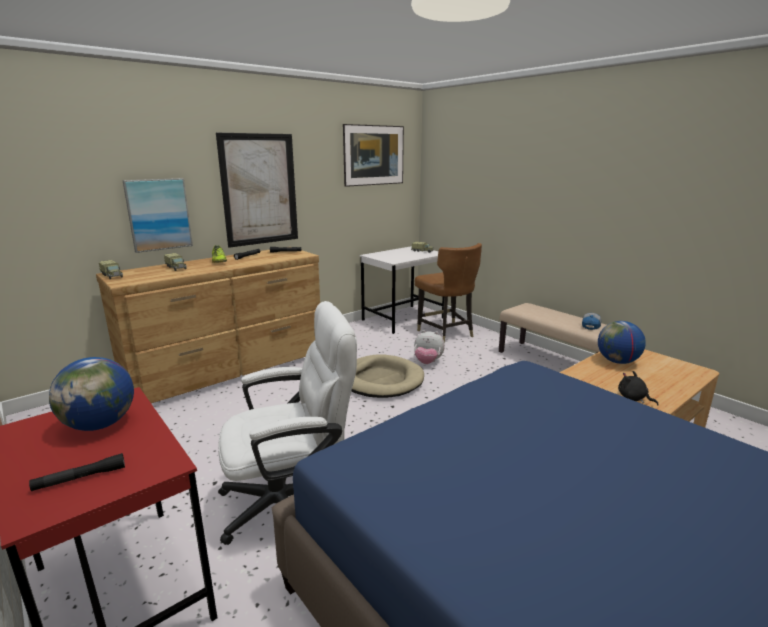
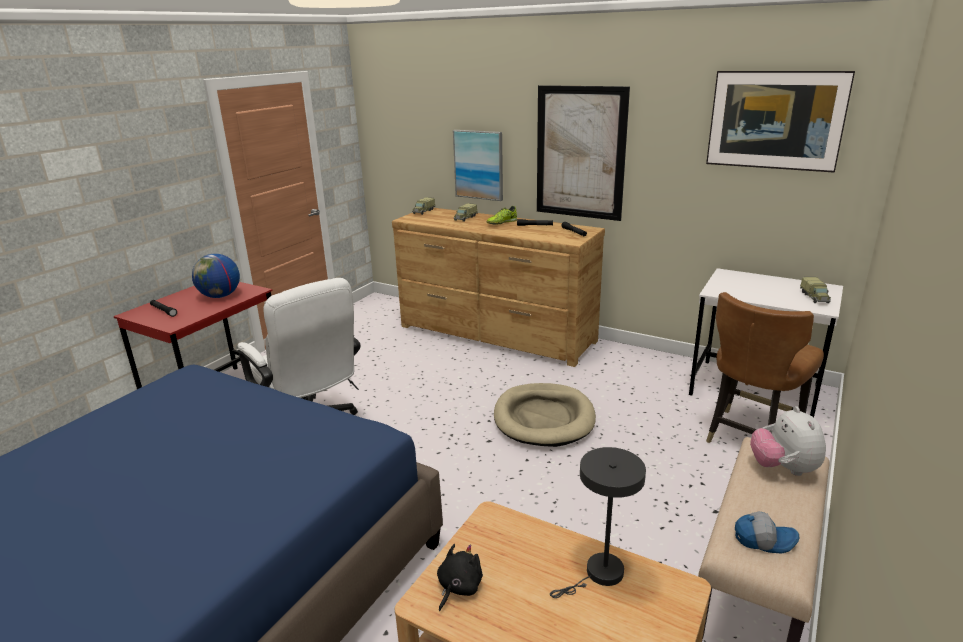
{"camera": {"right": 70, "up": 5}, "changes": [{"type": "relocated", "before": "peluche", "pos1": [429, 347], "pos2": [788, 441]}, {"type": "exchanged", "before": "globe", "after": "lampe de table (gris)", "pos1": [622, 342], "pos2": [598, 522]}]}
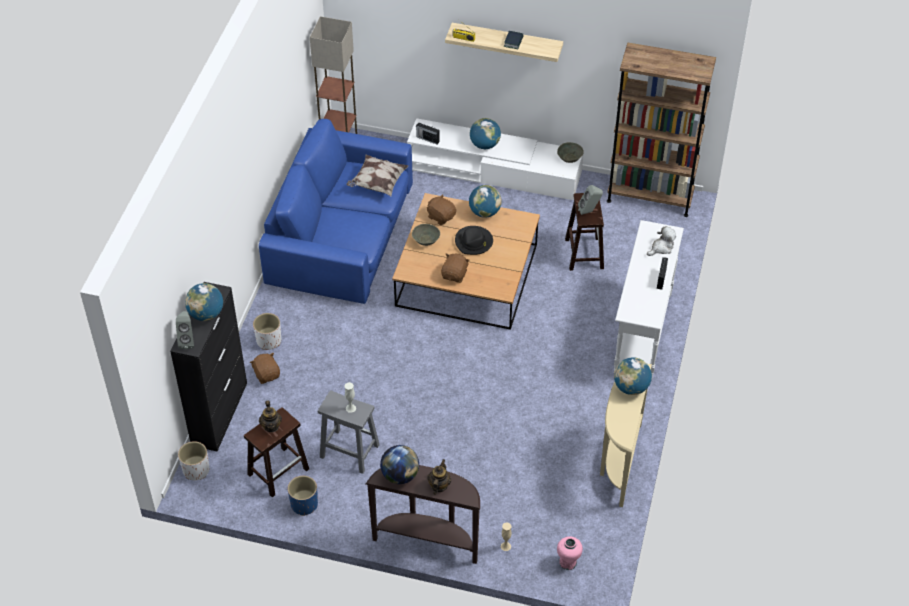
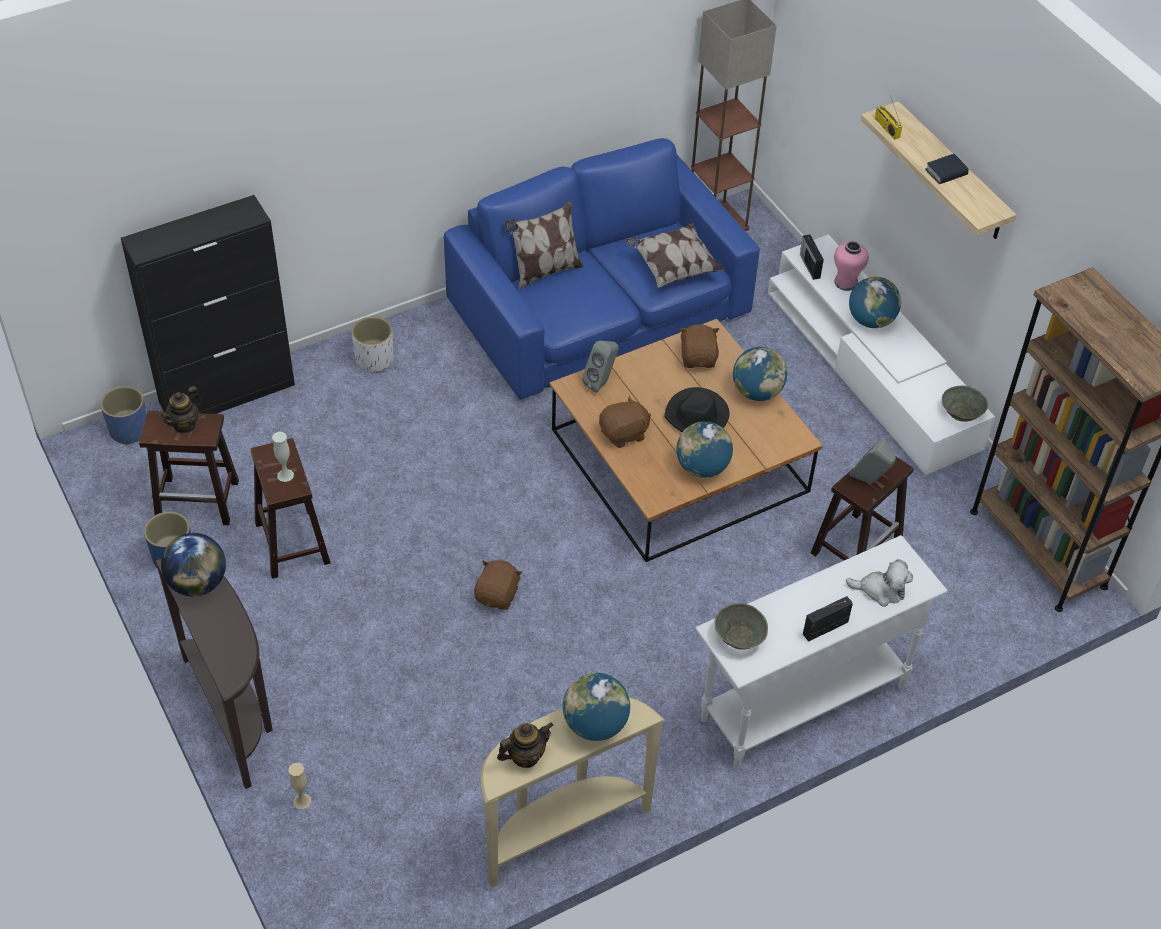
{"camera": {"right": 45, "up": 0}, "changes": [{"type": "appeared", "after": "coussin", "pos2": [544, 245]}, {"type": "relocated", "before": "enceinte (gris)", "pos1": [185, 330], "pos2": [600, 366]}, {"type": "relocated", "before": "globe", "pos1": [204, 302], "pos2": [704, 449]}, {"type": "relocated", "before": "peluche (marron)", "pos1": [265, 368], "pos2": [498, 585]}, {"type": "relocated", "before": "bol (gris)", "pos1": [426, 235], "pos2": [741, 626]}, {"type": "relocated", "before": "théière", "pos1": [439, 477], "pos2": [525, 745]}, {"type": "relocated", "before": "vase (rose)", "pos1": [570, 553], "pos2": [851, 266]}, {"type": "colour", "before": "cache-pot (blanc)", "after": "cache-pot (bleu)", "pos1": [193, 460], "pos2": [123, 415]}, {"type": "colour", "before": "tabouret (gris)", "after": "tabouret (marron)", "pos1": [349, 432], "pos2": [291, 508]}]}
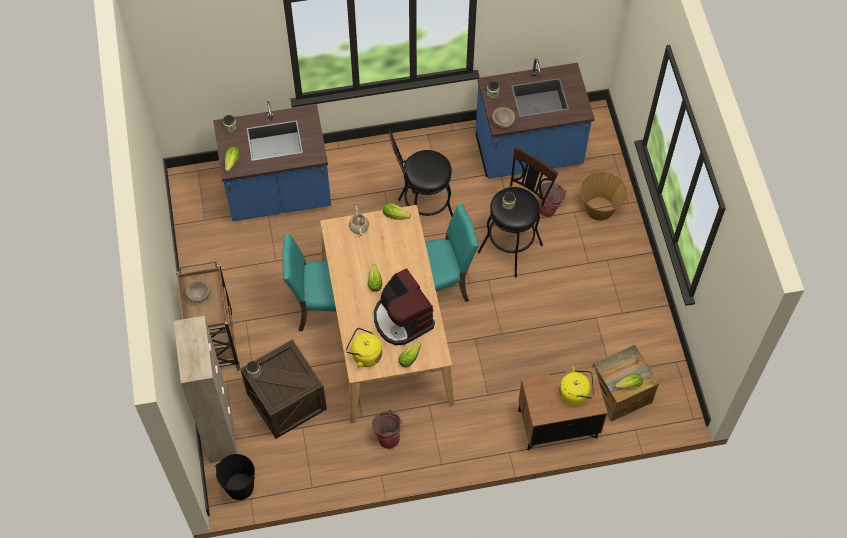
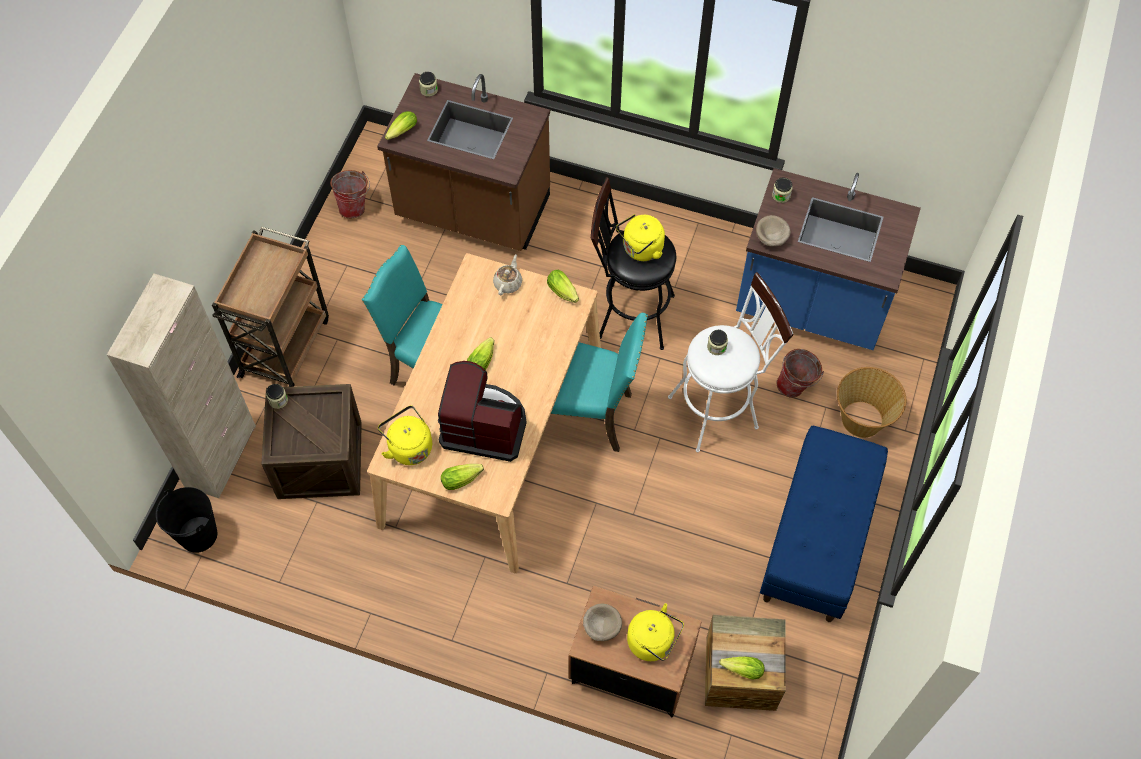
{"camera": {"right": 30, "up": 0}, "changes": [{"type": "appeared", "after": "bouilloire (jaune)", "pos2": [640, 237]}, {"type": "appeared", "after": "banc (bleu)", "pos2": [824, 524]}, {"type": "relocated", "before": "bol (beige)", "pos1": [198, 291], "pos2": [602, 622]}, {"type": "relocated", "before": "seau", "pos1": [388, 429], "pos2": [350, 194]}, {"type": "colour", "before": "comptoir de cuisine (bleu)", "after": "comptoir de cuisine (marron)", "pos1": [272, 161], "pos2": [463, 162]}, {"type": "colour", "before": "tabouret (noir)", "after": "tabouret (blanc)", "pos1": [518, 212], "pos2": [731, 362]}, {"type": "spun", "before": "machine à café", "pos1": [404, 306], "pos2": [482, 411], "turn": 105}]}
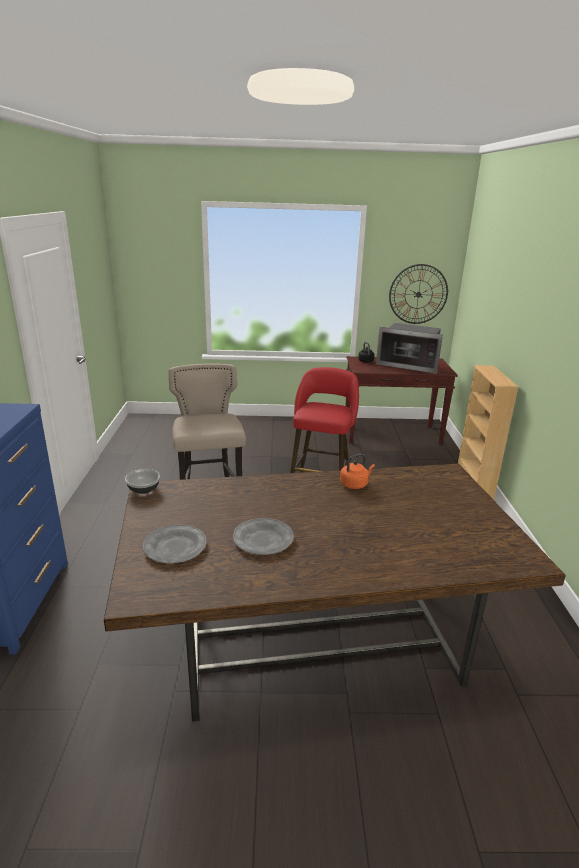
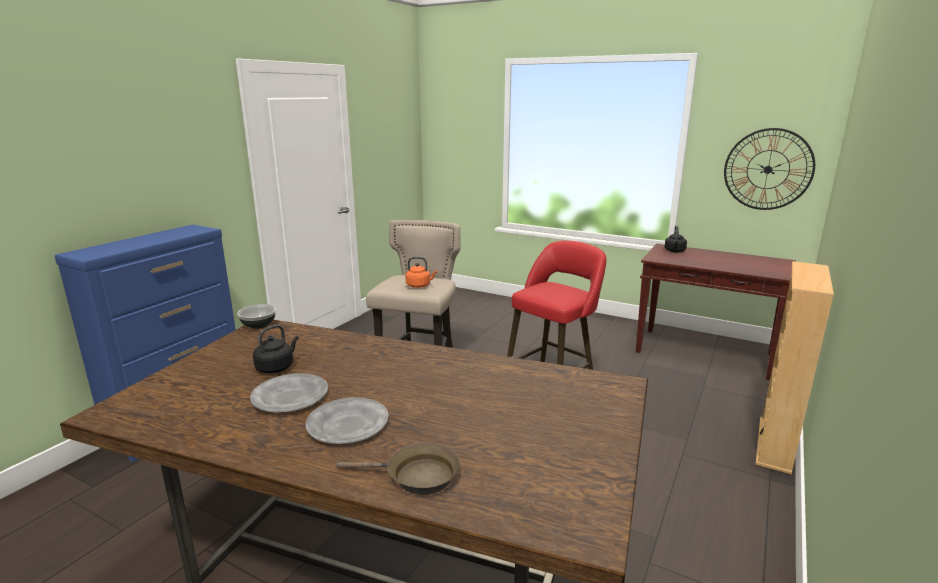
{"camera": {"right": 30, "up": -5}, "changes": [{"type": "missing", "before": "micro-ondes", "pos1": [409, 348]}, {"type": "appeared", "after": "bouilloire (noir)", "pos2": [276, 349]}, {"type": "appeared", "after": "poêle (marron)", "pos2": [398, 468]}, {"type": "relocated", "before": "assiette (gris)", "pos1": [175, 544], "pos2": [347, 420]}, {"type": "relocated", "before": "bouilloire (orange)", "pos1": [357, 471], "pos2": [421, 272]}]}
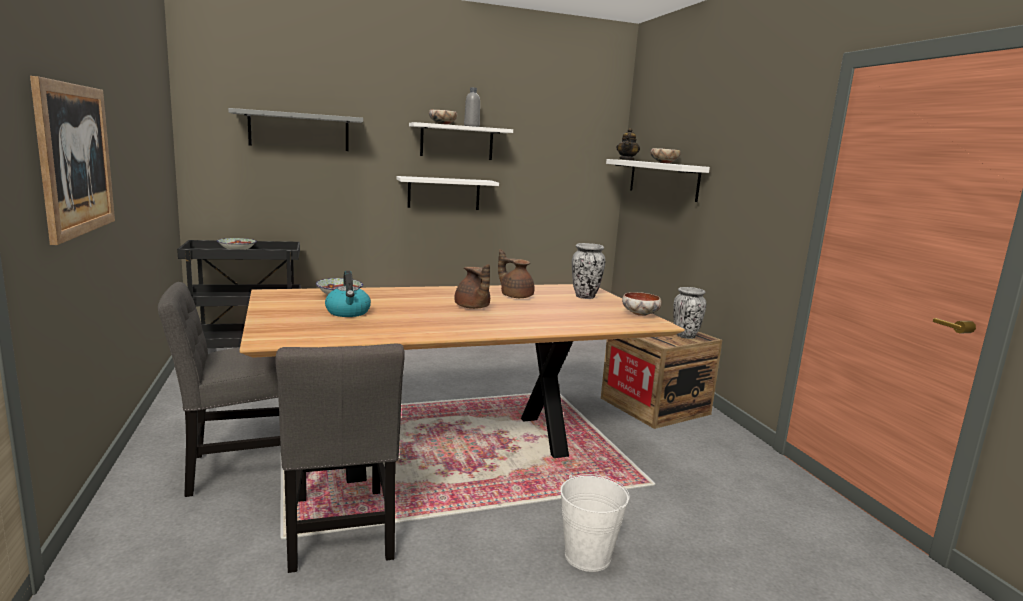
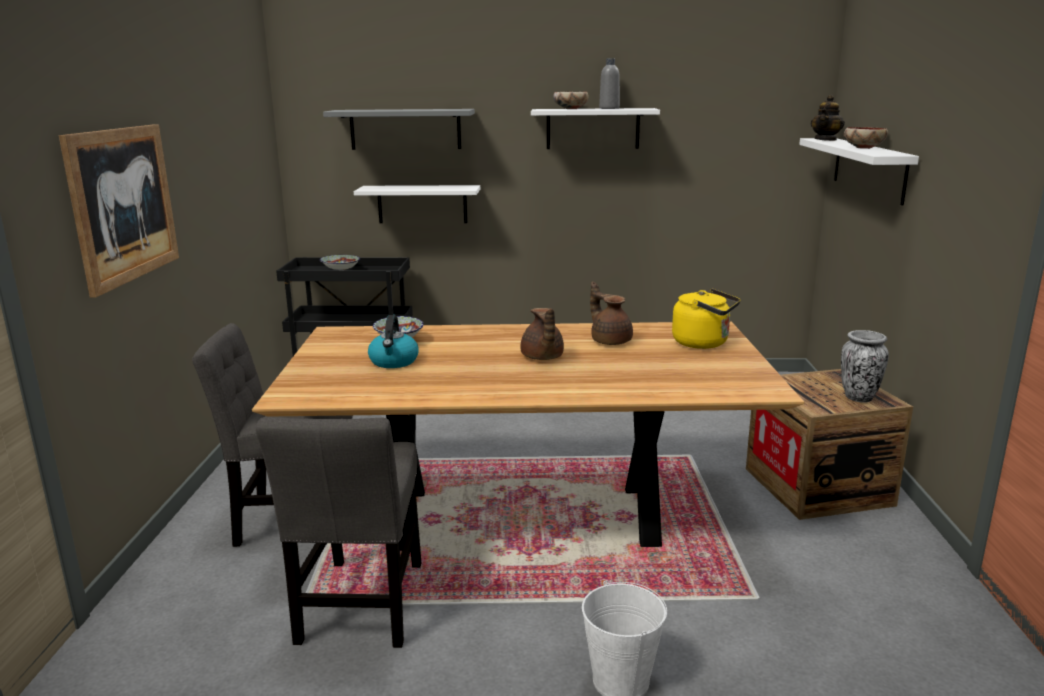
{"camera": {"right": 20, "up": 5}, "changes": [{"type": "missing", "before": "bol", "pos1": [642, 304]}, {"type": "relocated", "before": "étagère (blanc)", "pos1": [447, 193], "pos2": [417, 204]}, {"type": "exchanged", "before": "vase", "after": "bouilloire (jaune)", "pos1": [588, 271], "pos2": [706, 319]}]}
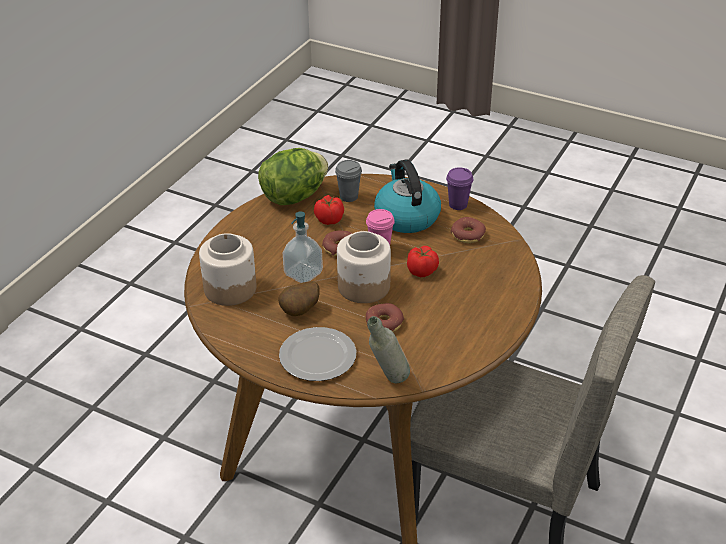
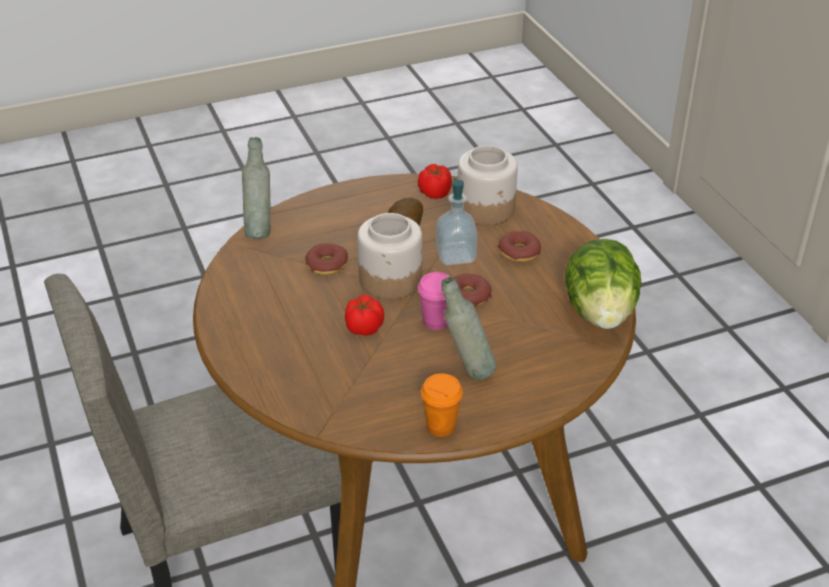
{"camera": {"right": 130, "up": 0}, "changes": [{"type": "missing", "before": "assiette", "pos1": [317, 354]}, {"type": "missing", "before": "tasse (gris)", "pos1": [348, 181]}, {"type": "relocated", "before": "tomate", "pos1": [329, 210], "pos2": [435, 181]}, {"type": "relocated", "before": "beignet", "pos1": [468, 230], "pos2": [519, 246]}, {"type": "exchanged", "before": "bouilloire", "after": "bouteille (gris)", "pos1": [407, 196], "pos2": [468, 328]}, {"type": "colour", "before": "tasse (violet)", "after": "tasse (orange)", "pos1": [459, 188], "pos2": [442, 405]}]}
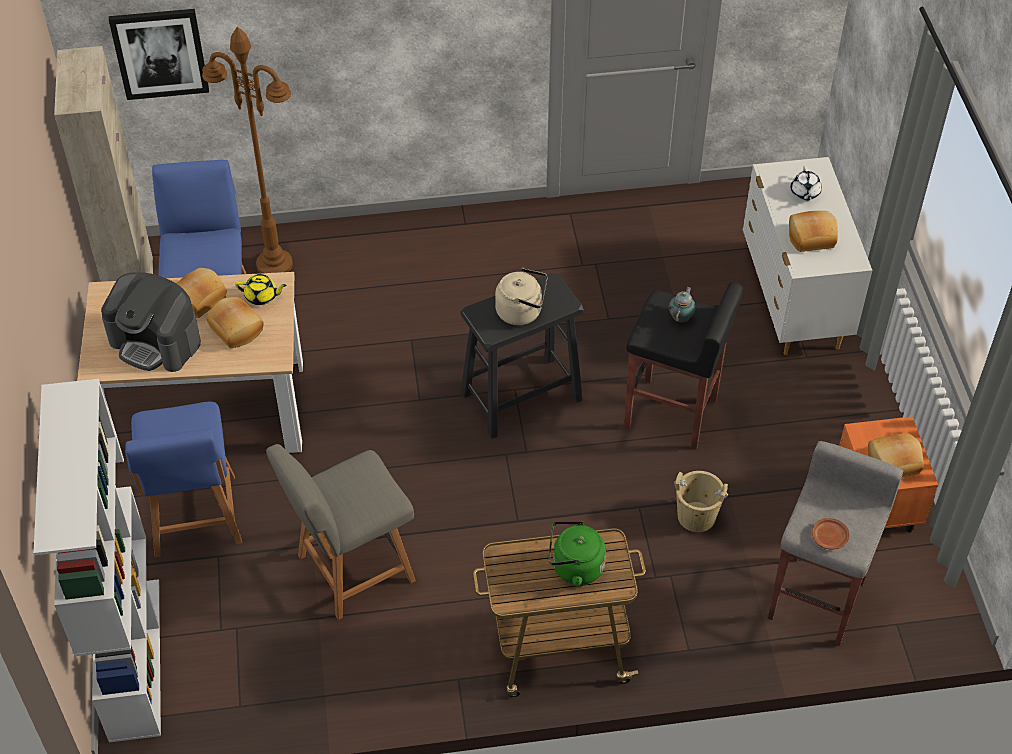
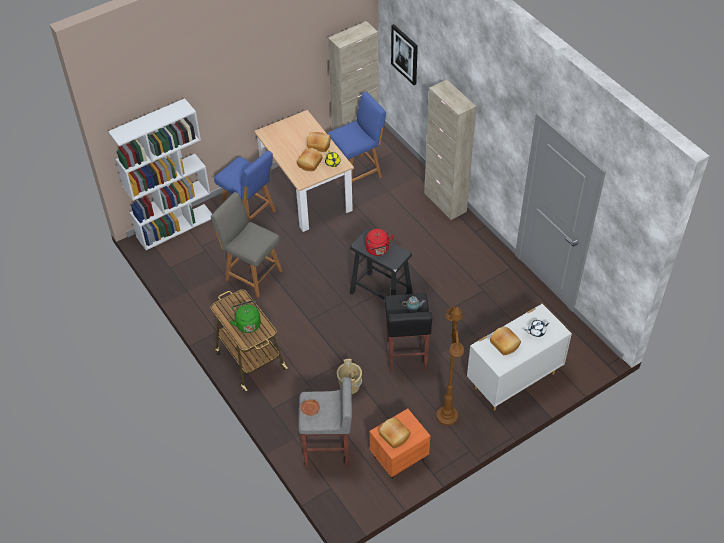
{"camera": {"right": 65, "up": 0}, "changes": [{"type": "missing", "before": "machine à café", "pos1": [151, 322]}, {"type": "appeared", "after": "meuble de rangement (beige)", "pos2": [450, 150]}, {"type": "relocated", "before": "lampadaire (marron)", "pos1": [247, 150], "pos2": [450, 366]}, {"type": "colour", "before": "bouilloire (beige)", "after": "bouilloire (rouge)", "pos1": [521, 296], "pos2": [379, 242]}, {"type": "spun", "before": "chaise (bleu)", "pos1": [183, 479], "pos2": [245, 186], "turn": -105}]}
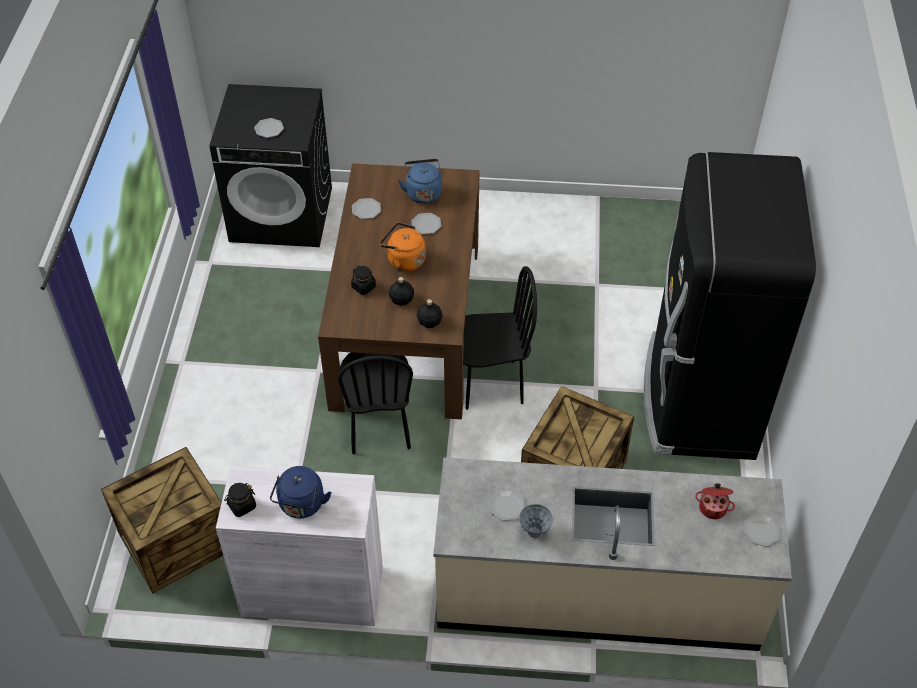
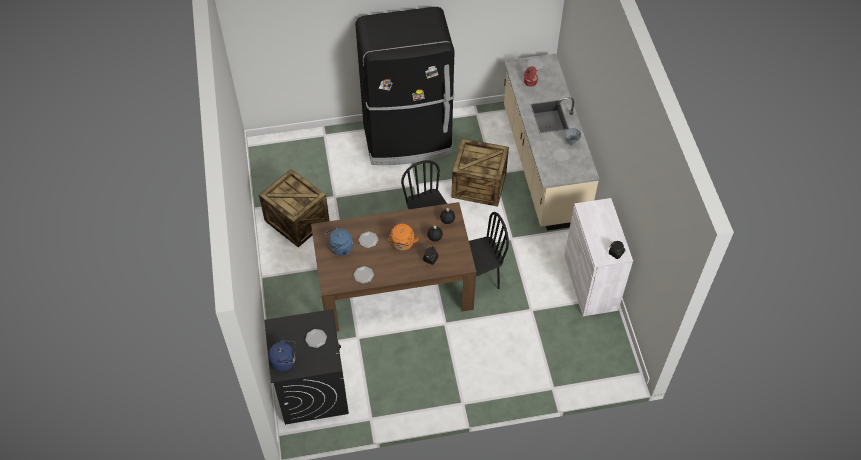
{"camera": {"right": -105, "up": 5}, "changes": [{"type": "relocated", "before": "caisse", "pos1": [162, 520], "pos2": [294, 208]}, {"type": "relocated", "before": "bouilloire (bleu)", "pos1": [301, 492], "pos2": [282, 354]}]}
